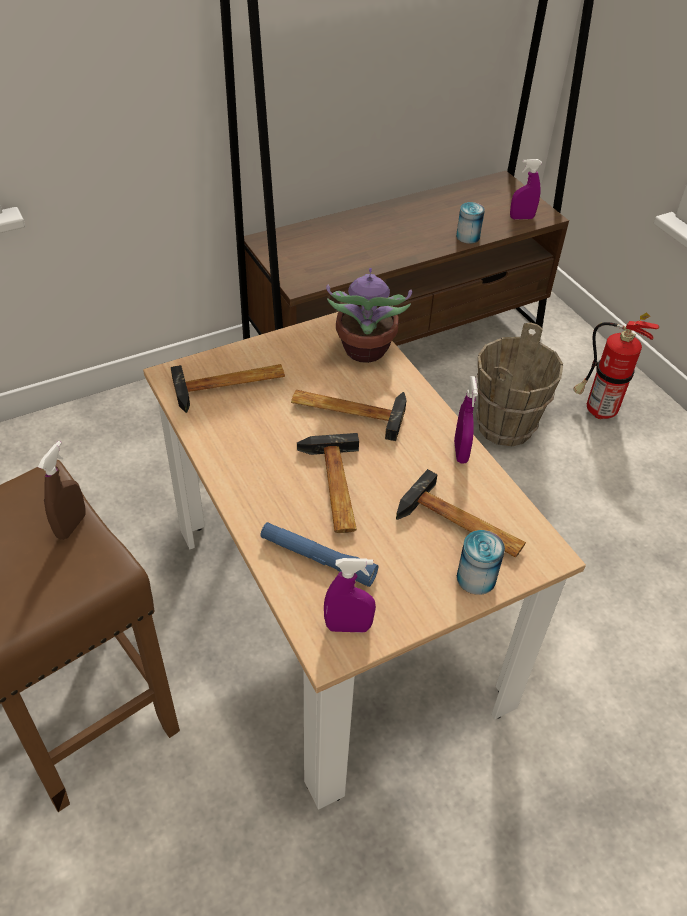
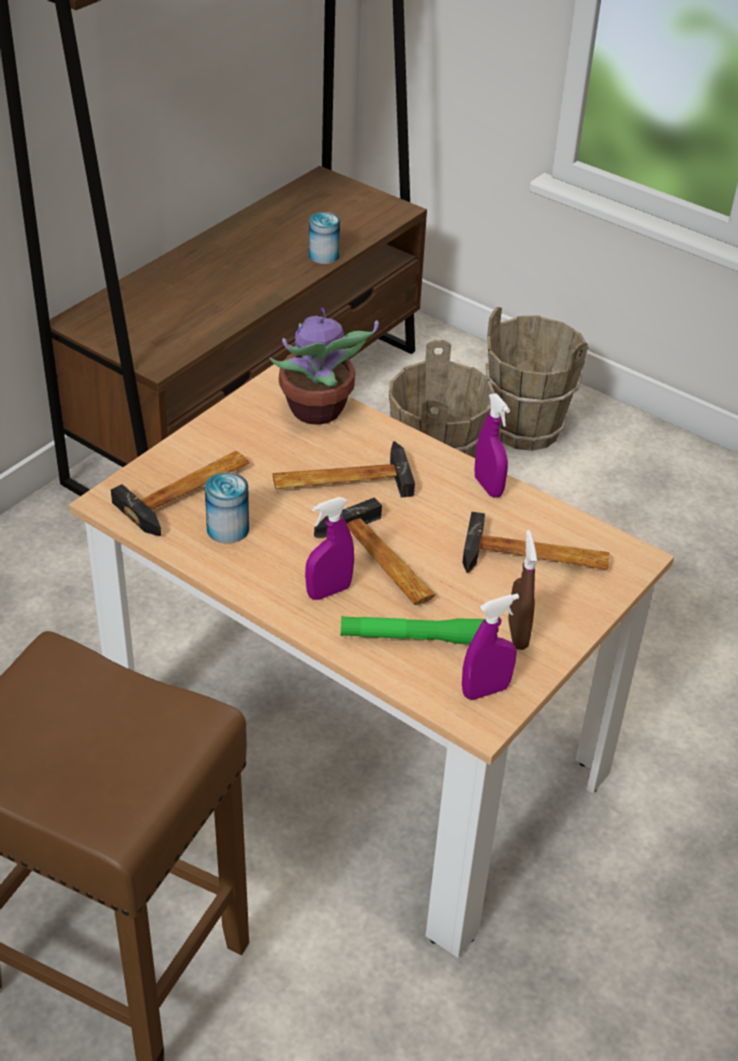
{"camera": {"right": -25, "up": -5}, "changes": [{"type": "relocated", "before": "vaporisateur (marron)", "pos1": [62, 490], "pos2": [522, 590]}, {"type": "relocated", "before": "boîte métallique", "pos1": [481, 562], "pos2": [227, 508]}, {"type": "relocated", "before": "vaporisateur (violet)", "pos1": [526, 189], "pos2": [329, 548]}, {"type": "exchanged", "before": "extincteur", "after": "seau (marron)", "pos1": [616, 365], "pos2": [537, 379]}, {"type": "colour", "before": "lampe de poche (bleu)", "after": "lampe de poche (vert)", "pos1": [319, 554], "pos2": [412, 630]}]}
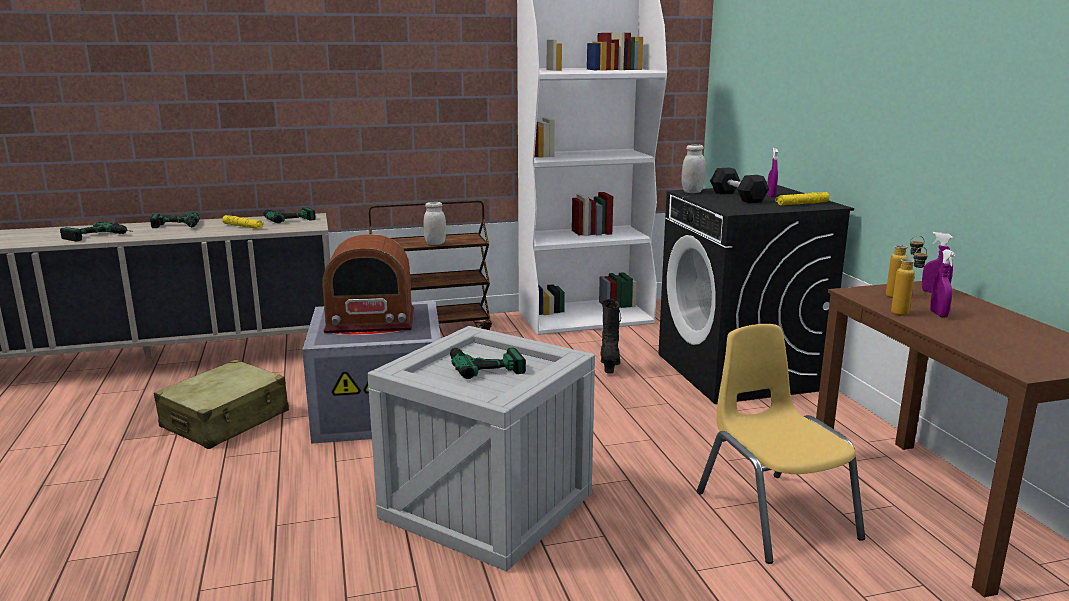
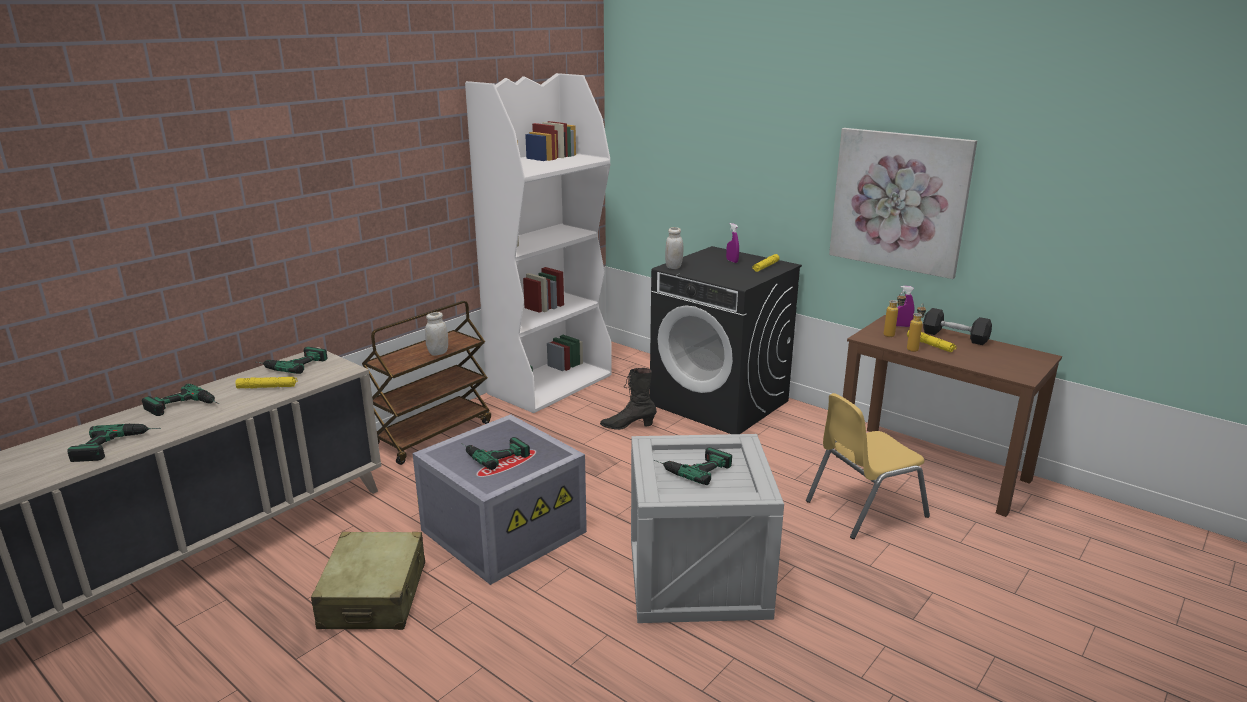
{"camera": {"right": -35, "up": 5}, "changes": [{"type": "appeared", "after": "tableau", "pos2": [903, 203]}, {"type": "relocated", "before": "haltère (noir)", "pos1": [739, 185], "pos2": [957, 326]}, {"type": "exchanged", "before": "radio", "after": "perceuse", "pos1": [368, 283], "pos2": [495, 453]}, {"type": "exchanged", "before": "vaporisateur (violet)", "after": "lampe de poche (jaune)", "pos1": [943, 283], "pos2": [932, 341]}, {"type": "spun", "before": "botte (noir)", "pos1": [610, 336], "pos2": [628, 399], "turn": -60}, {"type": "spun", "before": "chaise (jaune)", "pos1": [781, 444], "pos2": [868, 466], "turn": -60}]}
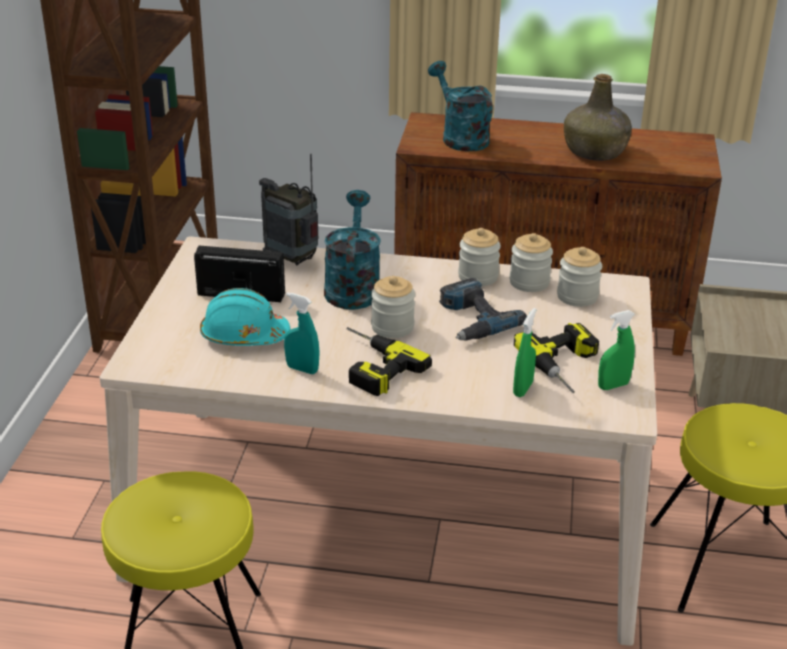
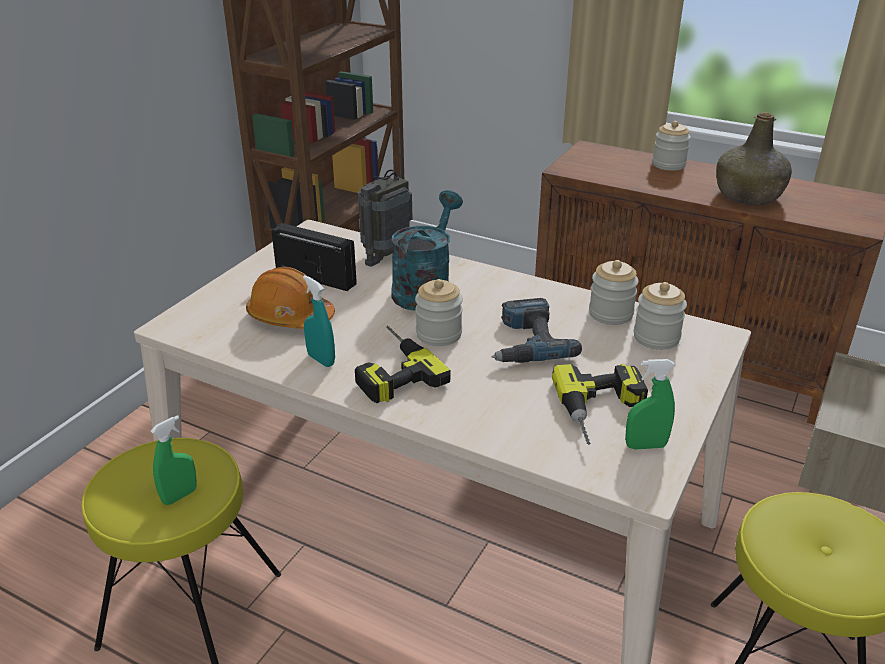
{"camera": {"right": 20, "up": 0}, "changes": [{"type": "missing", "before": "arrosoir (turquoise)", "pos1": [460, 106]}, {"type": "relocated", "before": "bocal", "pos1": [479, 257], "pos2": [671, 146]}, {"type": "relocated", "before": "vaporisateur (vert)", "pos1": [524, 352], "pos2": [174, 460]}, {"type": "colour", "before": "casque de chantier (turquoise)", "after": "casque de chantier (orange)", "pos1": [245, 317], "pos2": [290, 298]}, {"type": "spun", "before": "radio", "pos1": [288, 210], "pos2": [385, 198], "turn": -105}]}
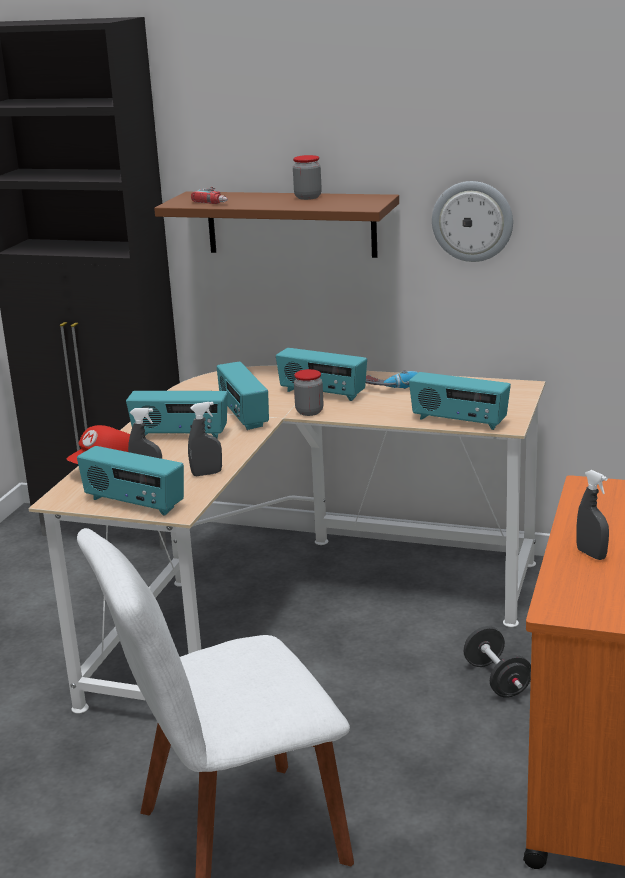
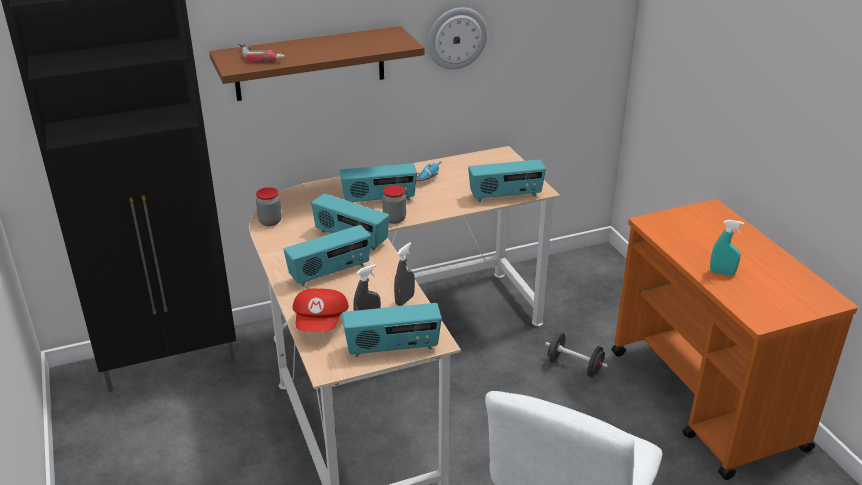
{"camera": {"right": -40, "up": 10}, "changes": [{"type": "relocated", "before": "bocal", "pos1": [307, 177], "pos2": [269, 206]}, {"type": "colour", "before": "vaporisateur (gris)", "after": "vaporisateur (turquoise)", "pos1": [592, 515], "pos2": [727, 247]}]}
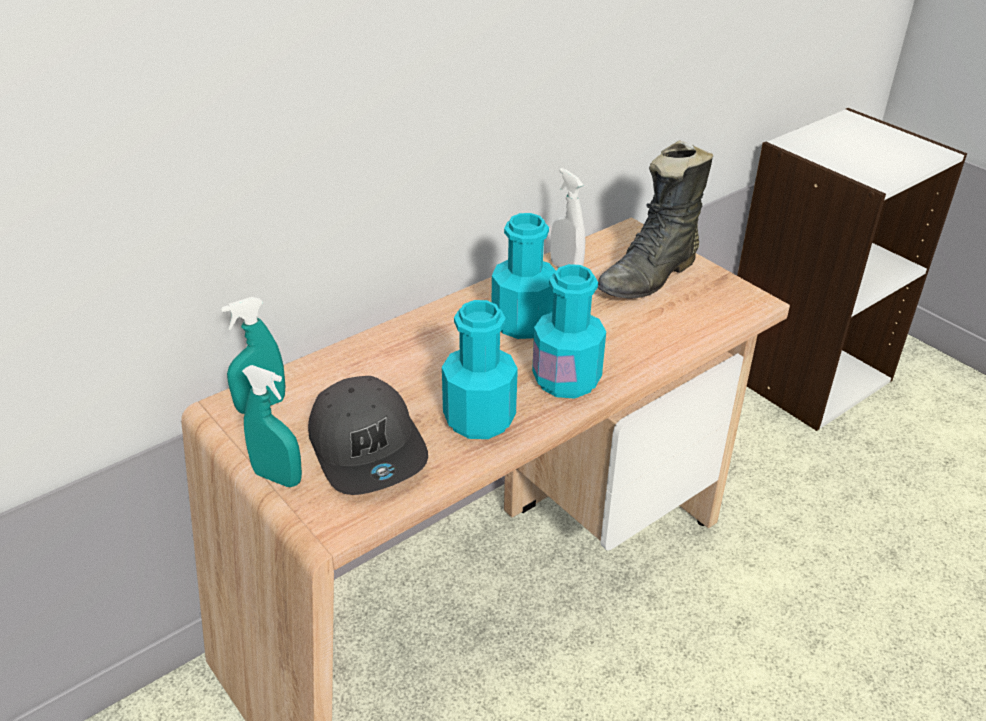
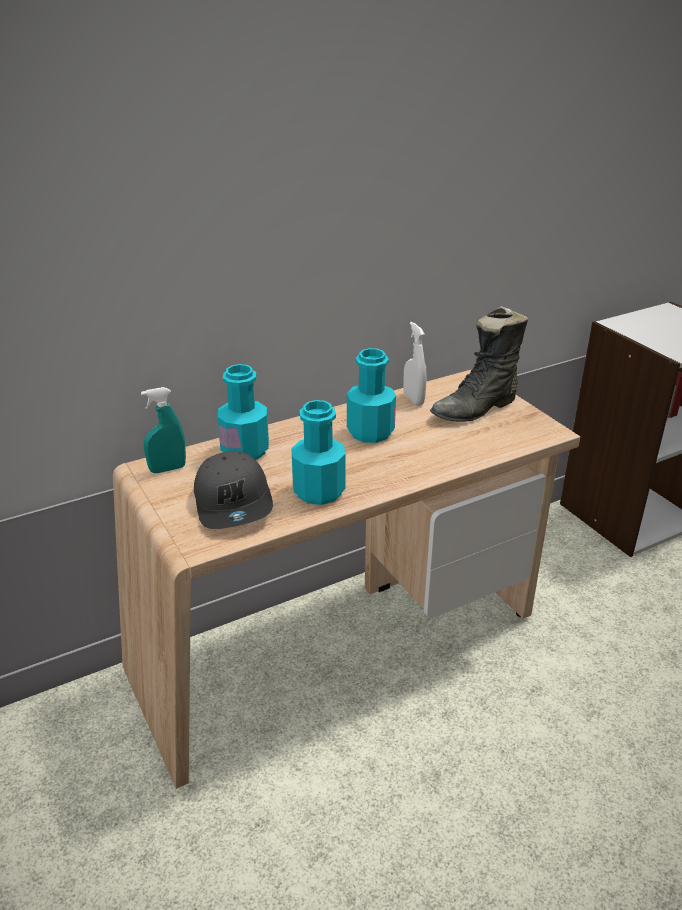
{"camera": {"right": 10, "up": -5}, "changes": [{"type": "missing", "before": "vaporisateur (turquoise)", "pos1": [272, 426]}, {"type": "relocated", "before": "bouteille (turquoise)", "pos1": [569, 331], "pos2": [243, 412]}]}
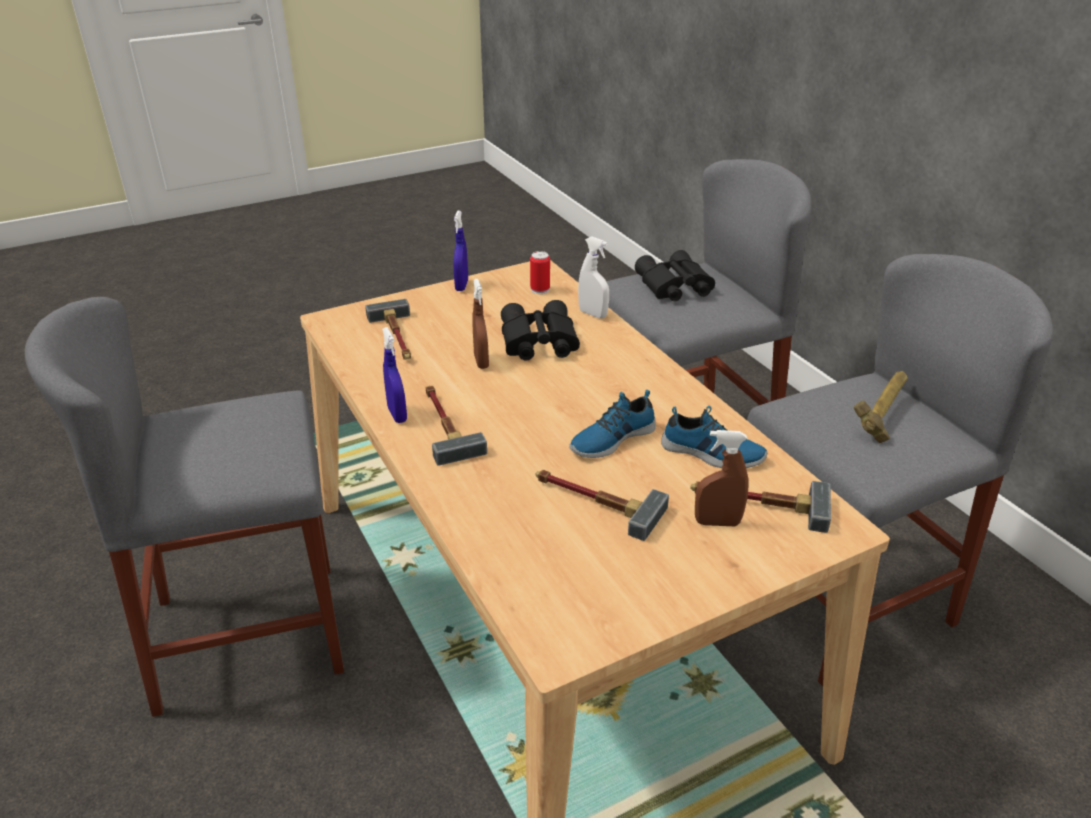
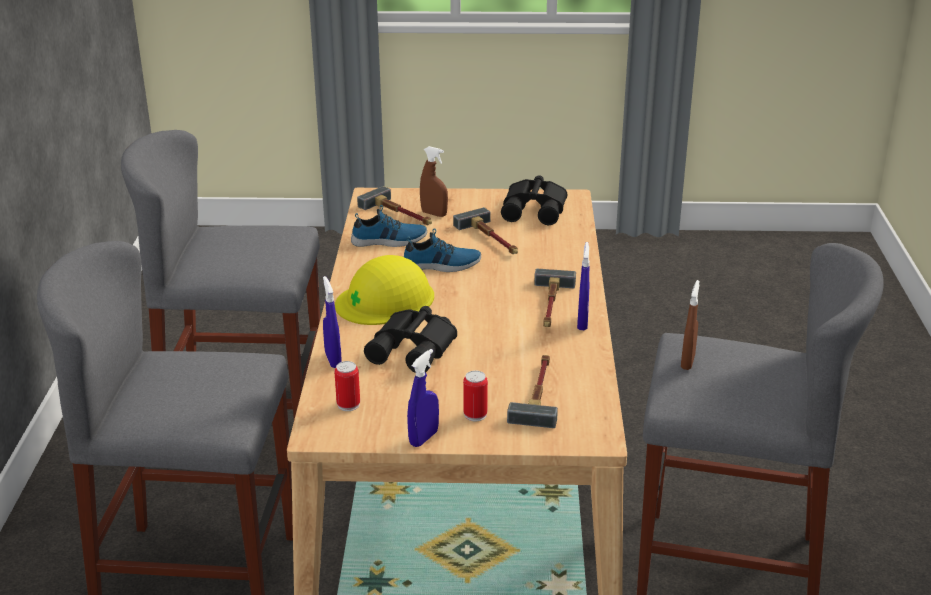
{"camera": {"right": -150, "up": -5}, "changes": [{"type": "missing", "before": "marteau", "pos1": [880, 407]}, {"type": "appeared", "after": "casque de chantier (jaune)", "pos2": [384, 290]}, {"type": "appeared", "after": "boîte métallique", "pos2": [475, 396]}, {"type": "relocated", "before": "vaporisateur (marron)", "pos1": [480, 324], "pos2": [690, 325]}, {"type": "relocated", "before": "jumelles (noir)", "pos1": [675, 275], "pos2": [534, 200]}, {"type": "colour", "before": "vaporisateur (blanc)", "after": "vaporisateur (bleu)", "pos1": [593, 277], "pos2": [332, 322]}, {"type": "spun", "before": "chaussure", "pos1": [714, 437], "pos2": [389, 226], "turn": 120}]}
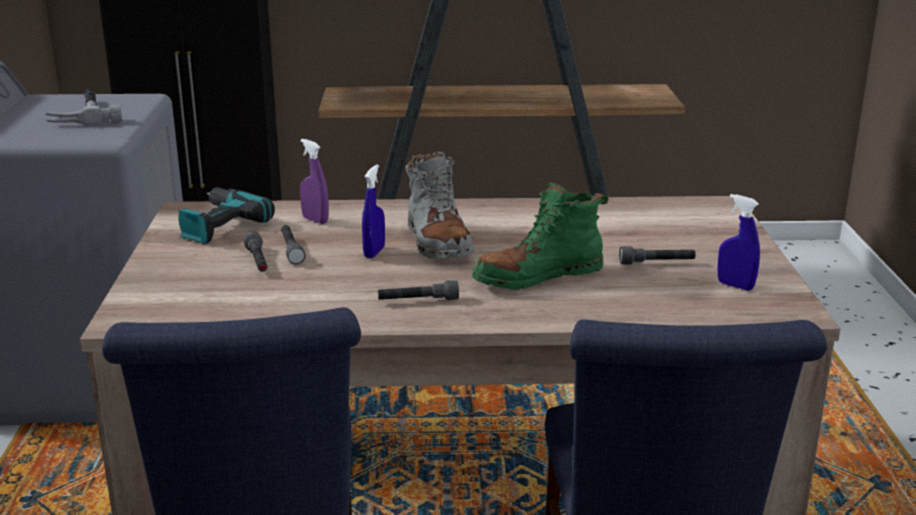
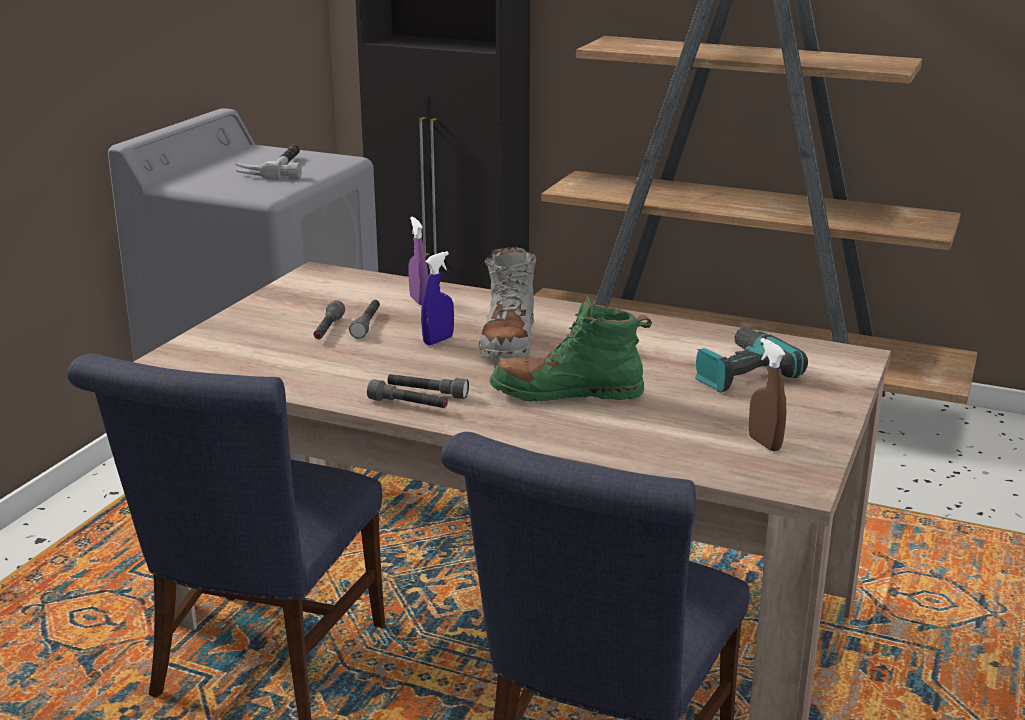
{"camera": {"right": 25, "up": 0}, "changes": [{"type": "relocated", "before": "perceuse", "pos1": [226, 215], "pos2": [751, 359]}, {"type": "relocated", "before": "lampe de poche (gris)", "pos1": [657, 255], "pos2": [407, 393]}, {"type": "colour", "before": "vaporisateur (bleu)", "after": "vaporisateur (marron)", "pos1": [739, 242], "pos2": [767, 394]}]}
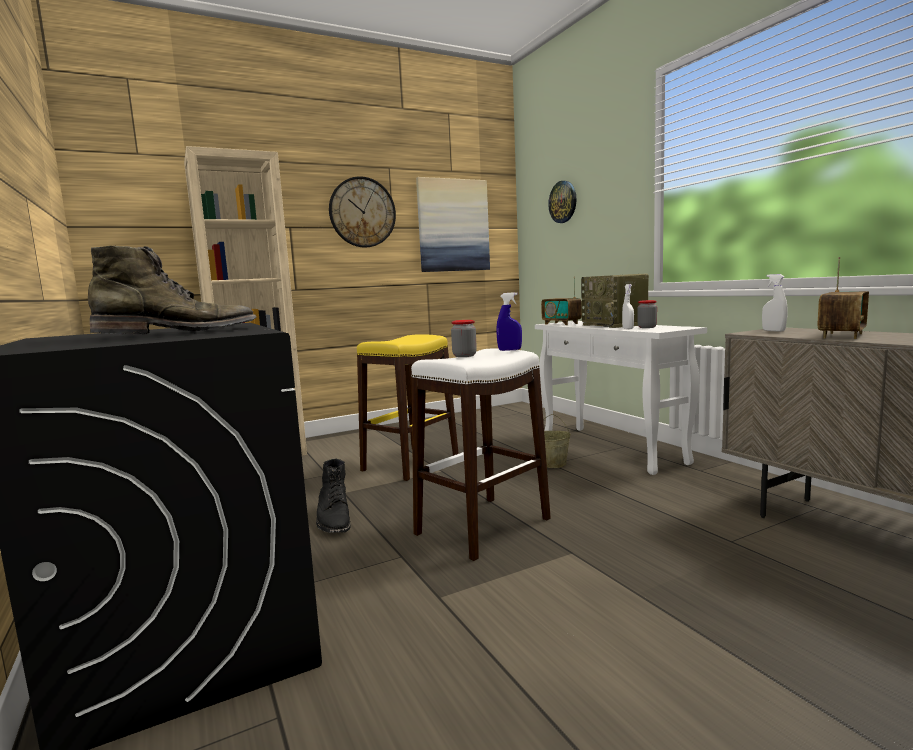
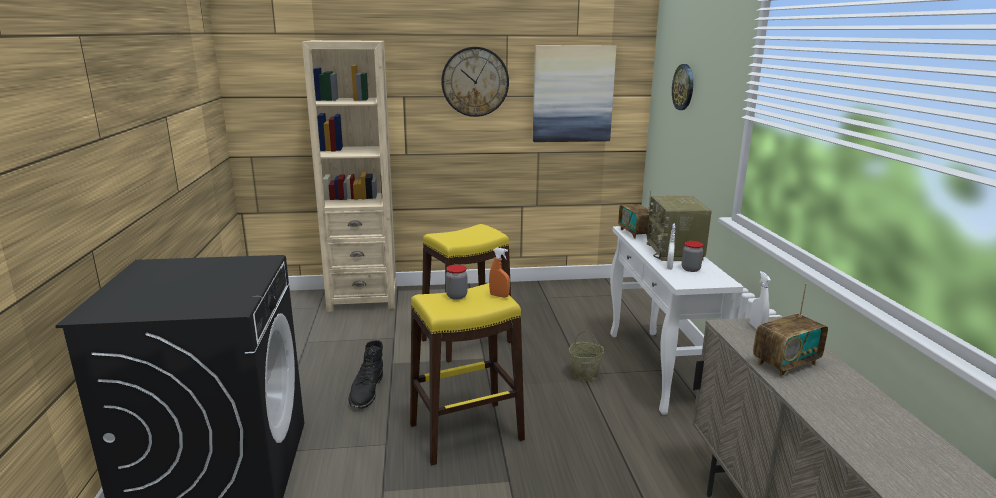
{"camera": {"right": 20, "up": 10}, "changes": [{"type": "missing", "before": "botte (vert)", "pos1": [172, 290]}, {"type": "colour", "before": "tabouret (blanc)", "after": "tabouret (jaune)", "pos1": [481, 454], "pos2": [467, 374]}, {"type": "colour", "before": "vaporisateur (bleu)", "after": "vaporisateur (orange)", "pos1": [509, 321], "pos2": [499, 273]}]}
